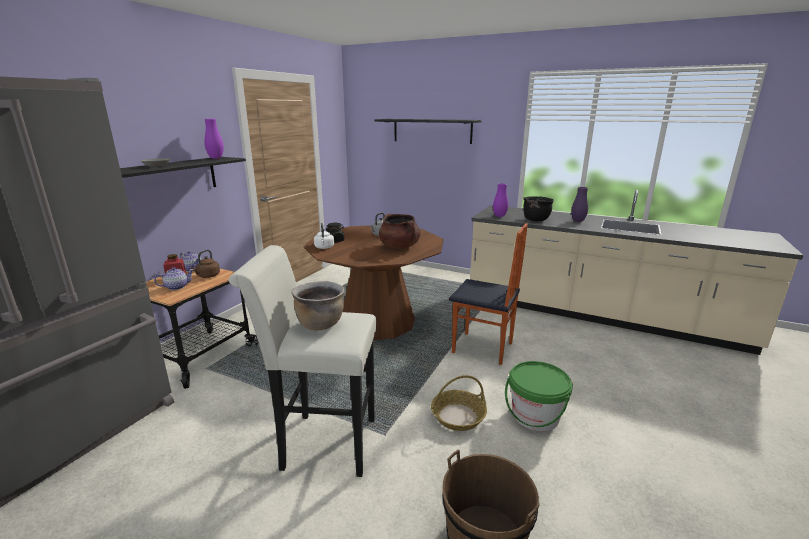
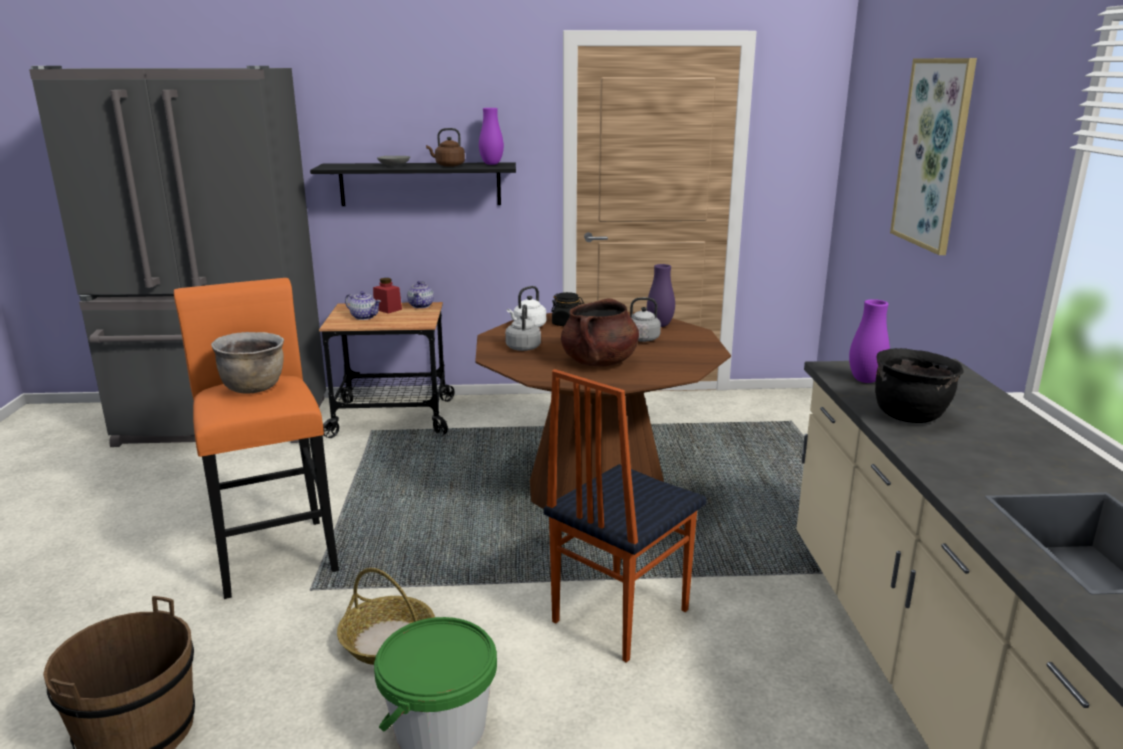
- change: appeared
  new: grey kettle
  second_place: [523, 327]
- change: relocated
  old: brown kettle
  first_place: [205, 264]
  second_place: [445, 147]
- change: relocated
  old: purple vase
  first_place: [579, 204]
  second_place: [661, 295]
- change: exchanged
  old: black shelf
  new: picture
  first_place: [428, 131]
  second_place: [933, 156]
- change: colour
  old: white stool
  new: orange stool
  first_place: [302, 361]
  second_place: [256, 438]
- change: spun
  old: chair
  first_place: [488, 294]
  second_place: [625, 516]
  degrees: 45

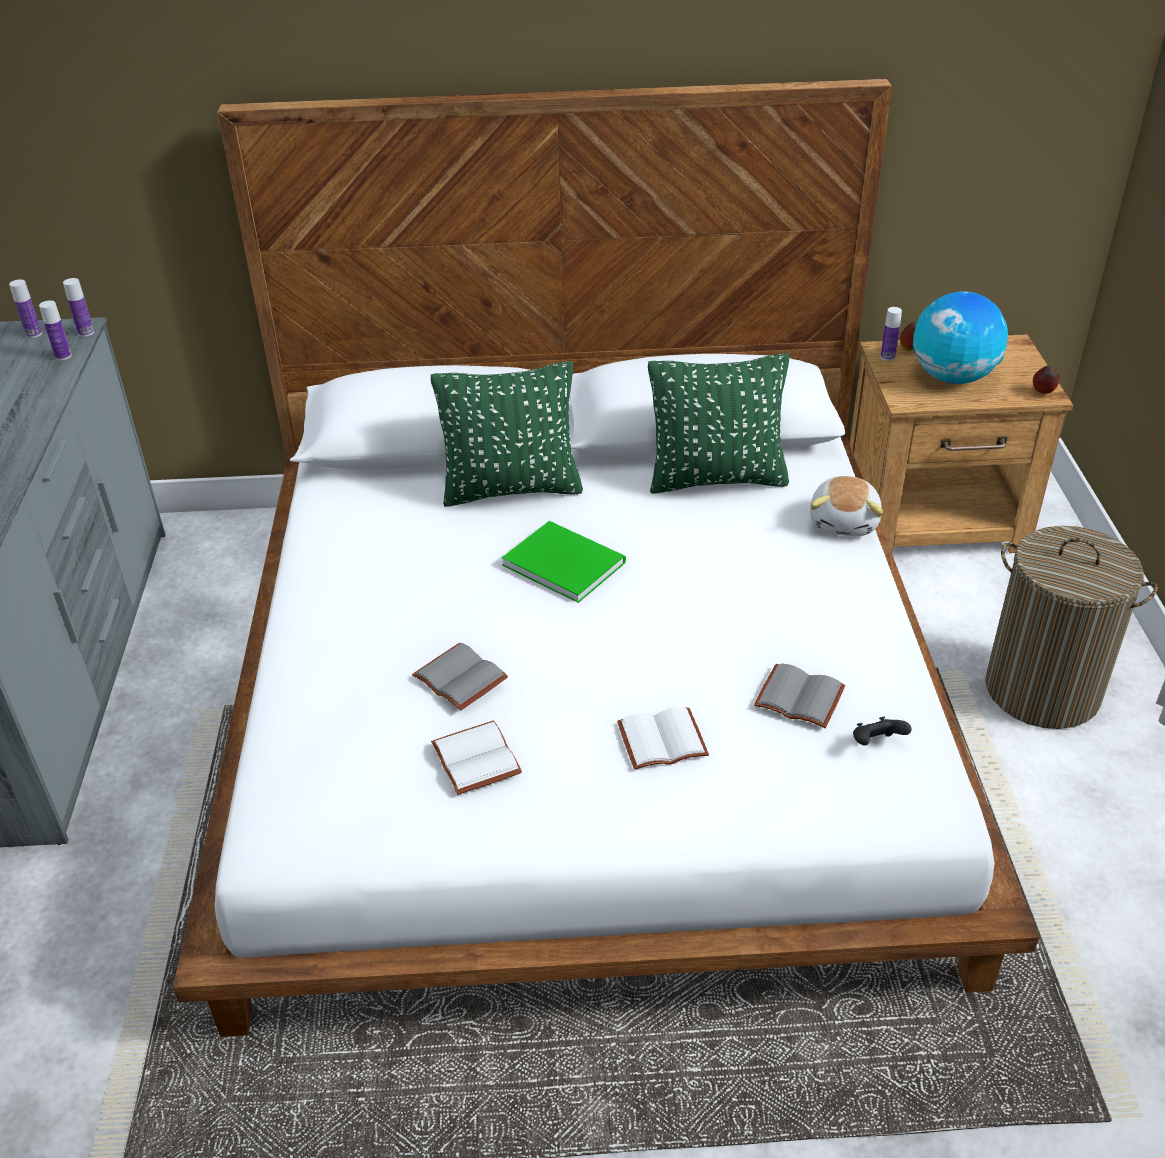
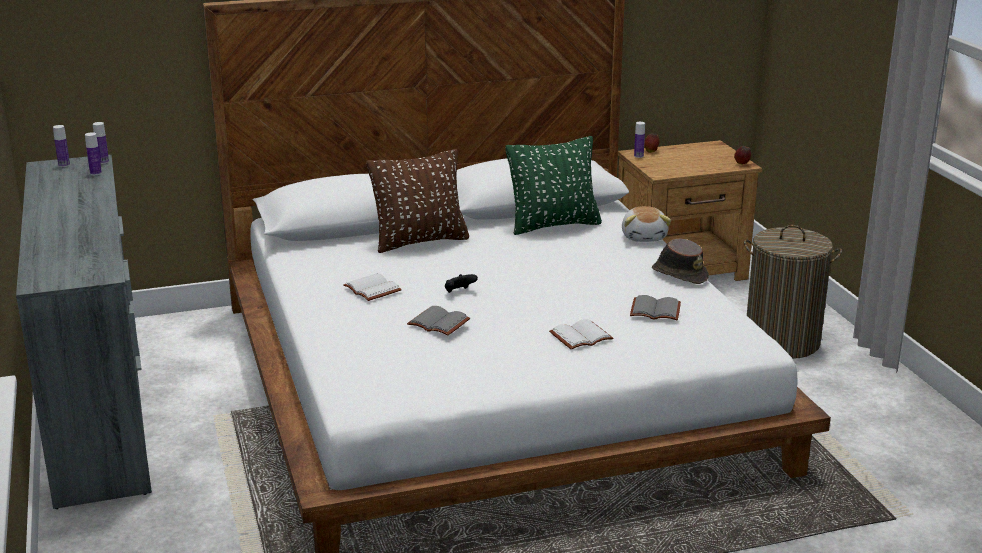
- change: missing
  old: green book
  first_place: [564, 562]
- change: missing
  old: globe
  first_place: [960, 337]
- change: appeared
  new: brown hat
  second_place: [680, 261]
- change: relocated
  old: white book
  first_place: [476, 757]
  second_place: [372, 287]
- change: relocated
  old: black game controller
  first_place: [882, 730]
  second_place: [461, 283]
- change: colour
  old: green pillow
  new: brown pillow
  first_place: [507, 434]
  second_place: [418, 201]

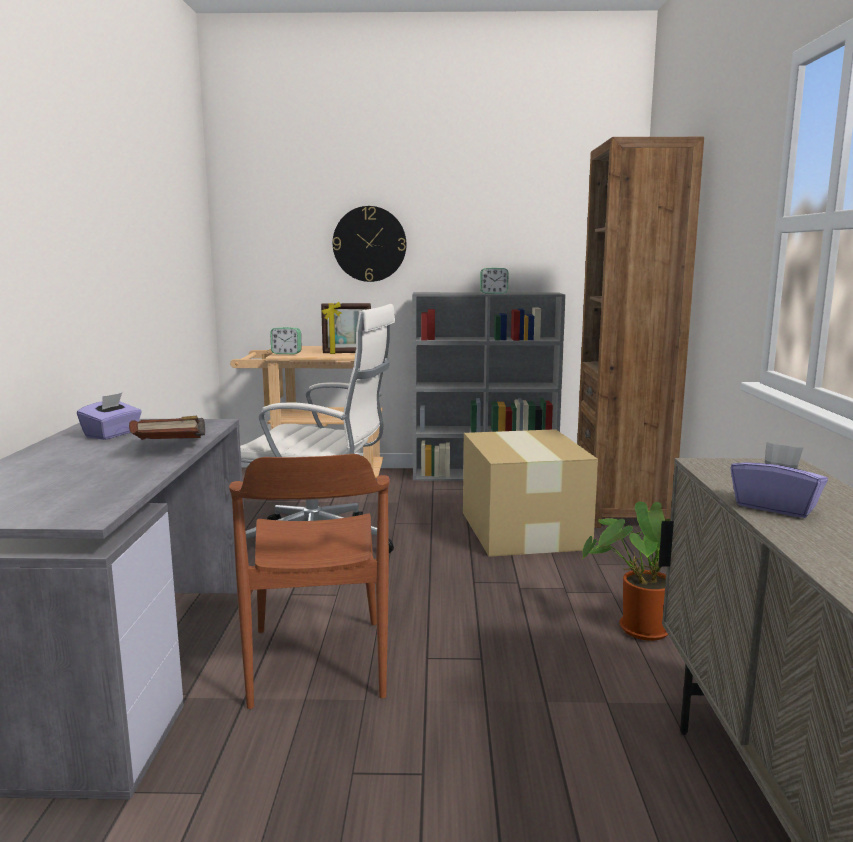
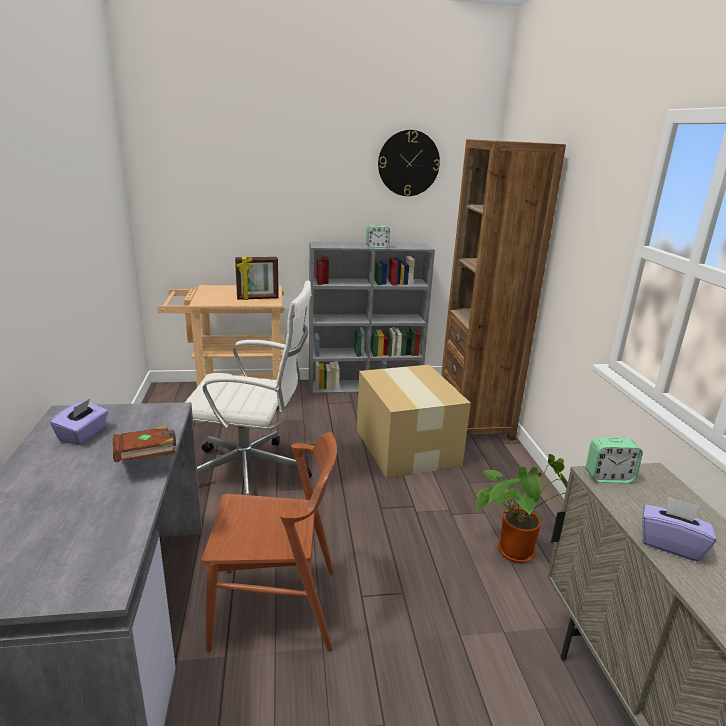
- change: relocated
  old: alarm clock
  first_place: [286, 340]
  second_place: [614, 460]
- change: relocated
  old: wall clock
  first_place: [369, 244]
  second_place: [409, 163]
- change: spun
  old: brown chair
  first_place: [309, 581]
  second_place: [269, 542]
  degrees: -75

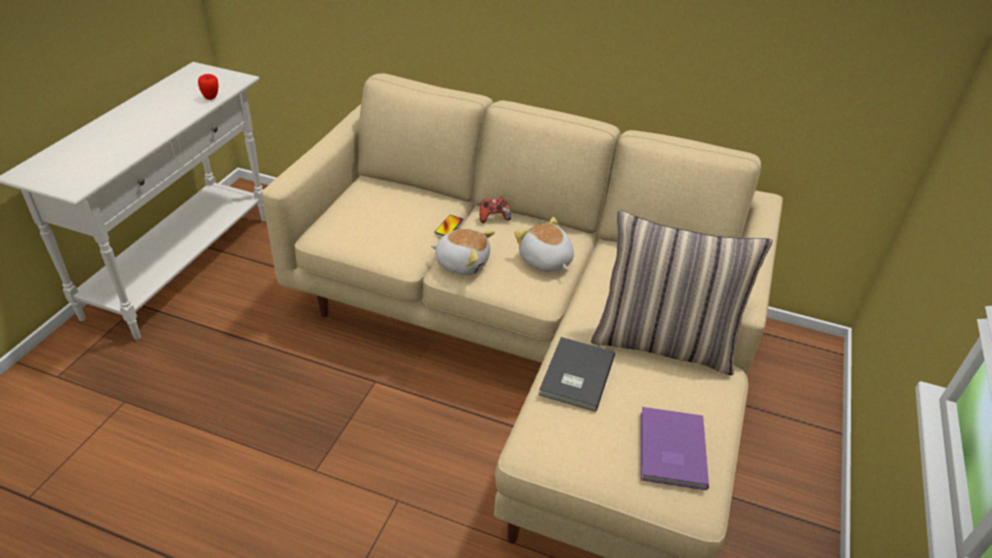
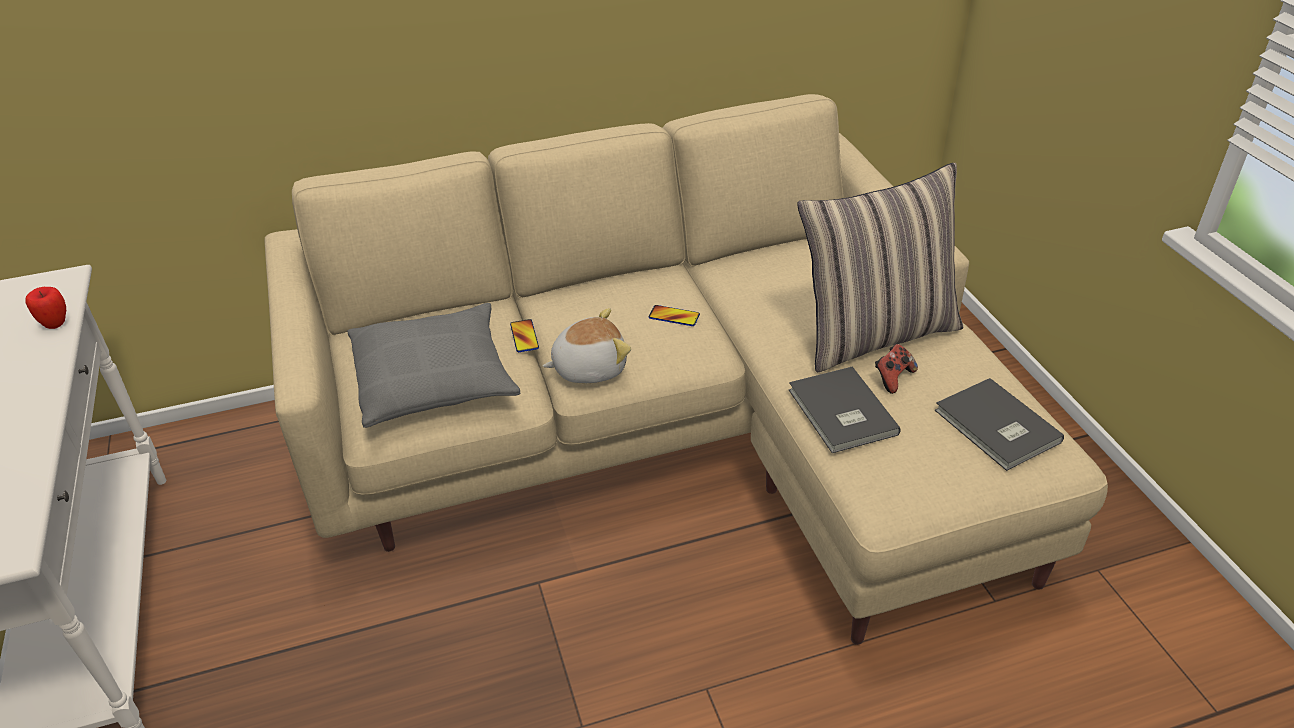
- change: appeared
  new: grey pillow
  second_place: [433, 365]
- change: relocated
  old: game controller
  first_place: [495, 210]
  second_place: [896, 369]
- change: exchanged
  old: plush toy
  new: phone
  first_place: [544, 244]
  second_place: [674, 315]
- change: colour
  old: purple book
  new: grey book
  first_place: [675, 448]
  second_place: [999, 424]

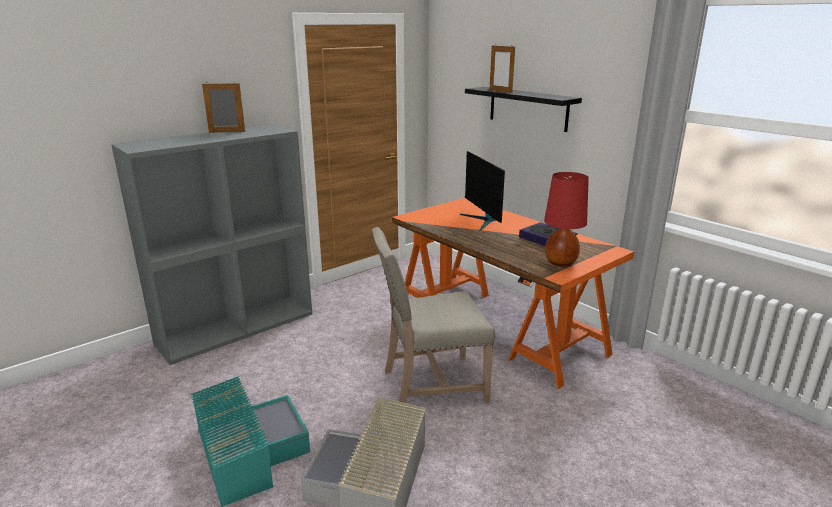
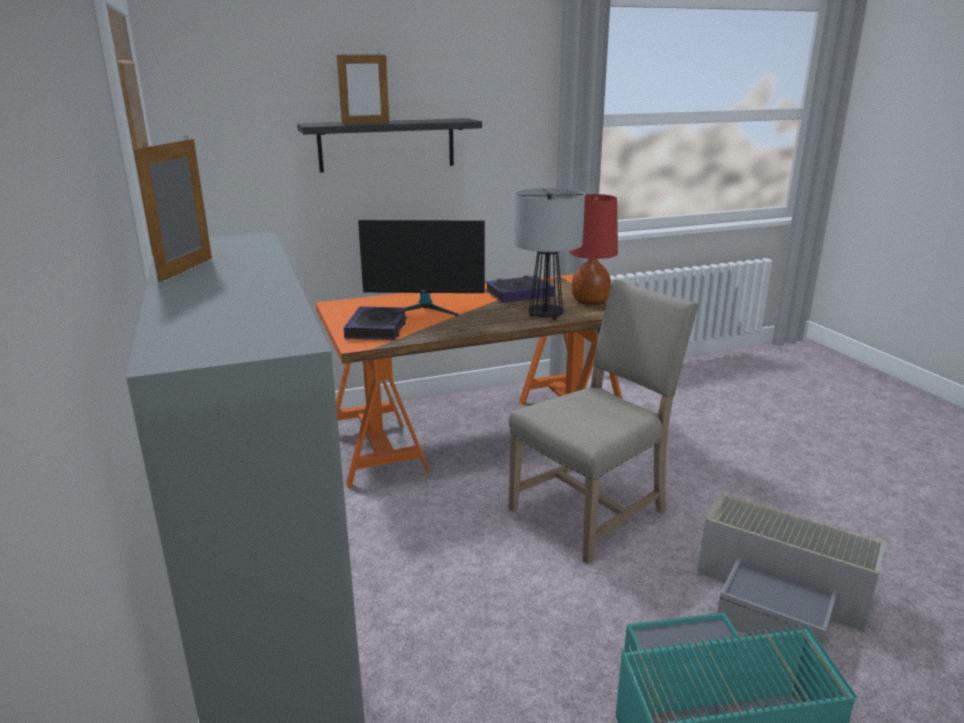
- change: appeared
  new: book
  second_place: [375, 323]
- change: appeared
  new: table lamp
  second_place: [549, 254]
- change: spun
  old: beige chair
  first_place: [433, 316]
  second_place: [604, 422]
  degrees: -135

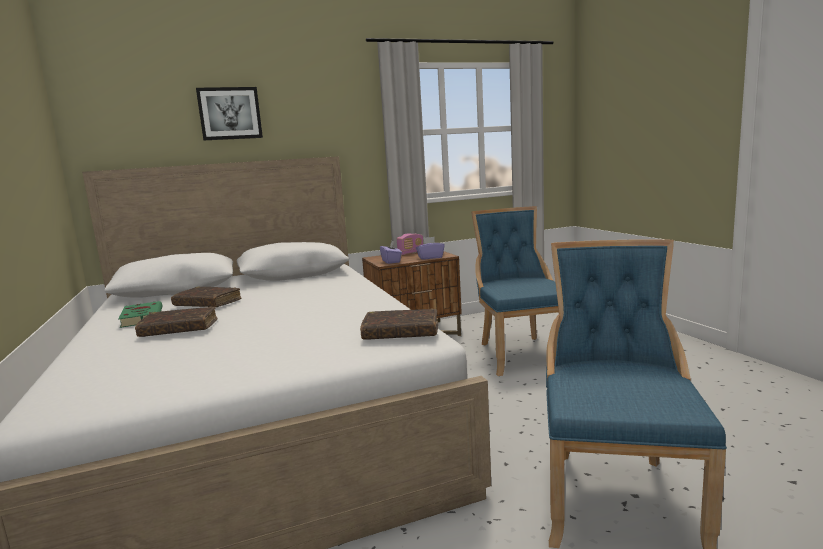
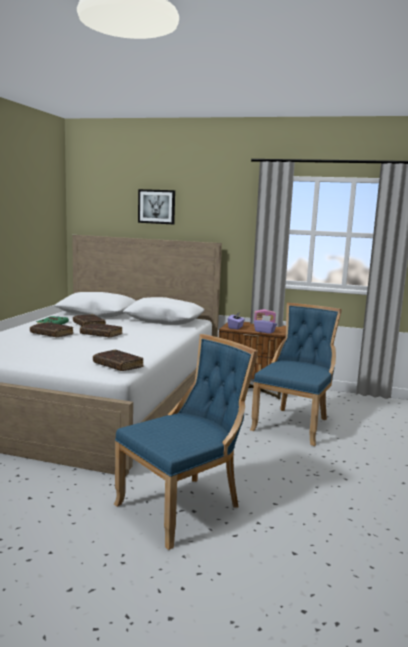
- change: appeared
  new: brown book
  second_place: [101, 330]

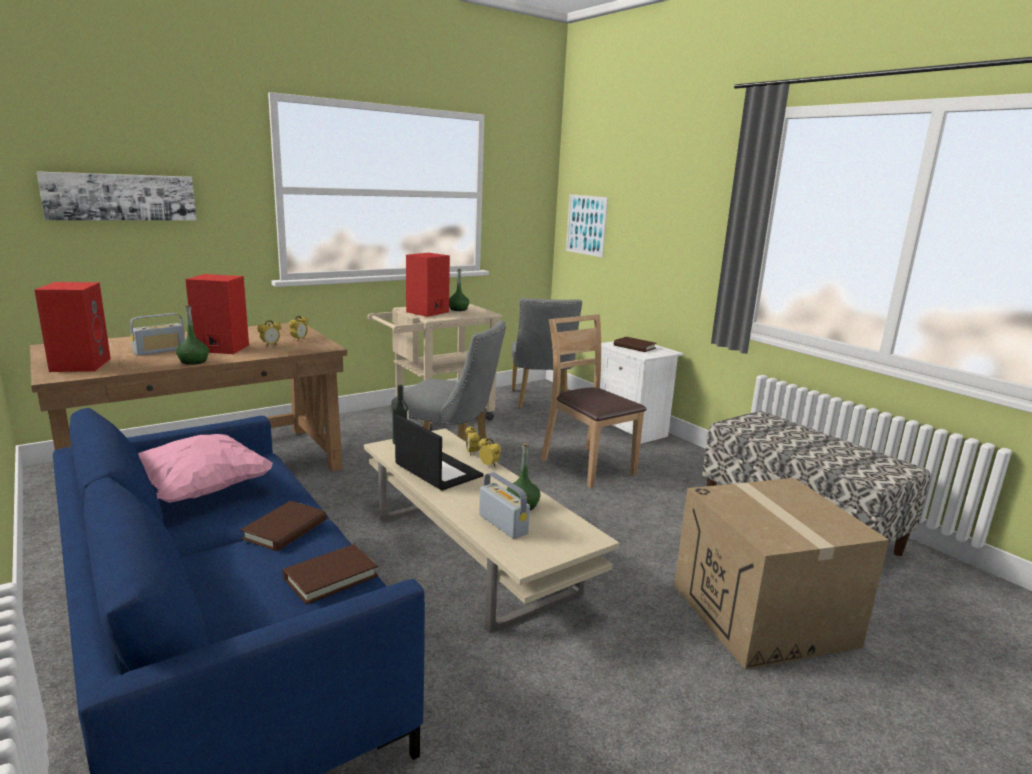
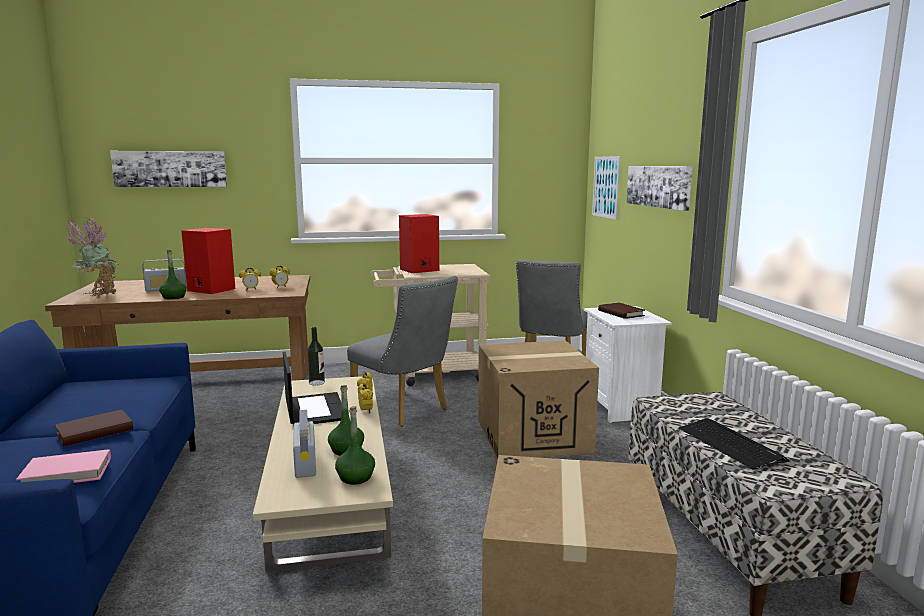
- change: missing
  old: pink pillow
  first_place: [205, 468]
- change: appeared
  new: picture
  second_place: [659, 188]
- change: appeared
  new: keyboard
  second_place: [734, 444]
- change: relocated
  old: green bottle
  first_place: [459, 290]
  second_place: [355, 445]
- change: exchanged
  old: red speaker
  new: potted plant
  first_place: [73, 327]
  second_place: [93, 256]
- change: exchanged
  old: brown chair
  new: cardboard box
  first_place: [593, 401]
  second_place: [538, 400]
- change: colour
  old: brown book
  new: pink book
  first_place: [330, 574]
  second_place: [63, 466]

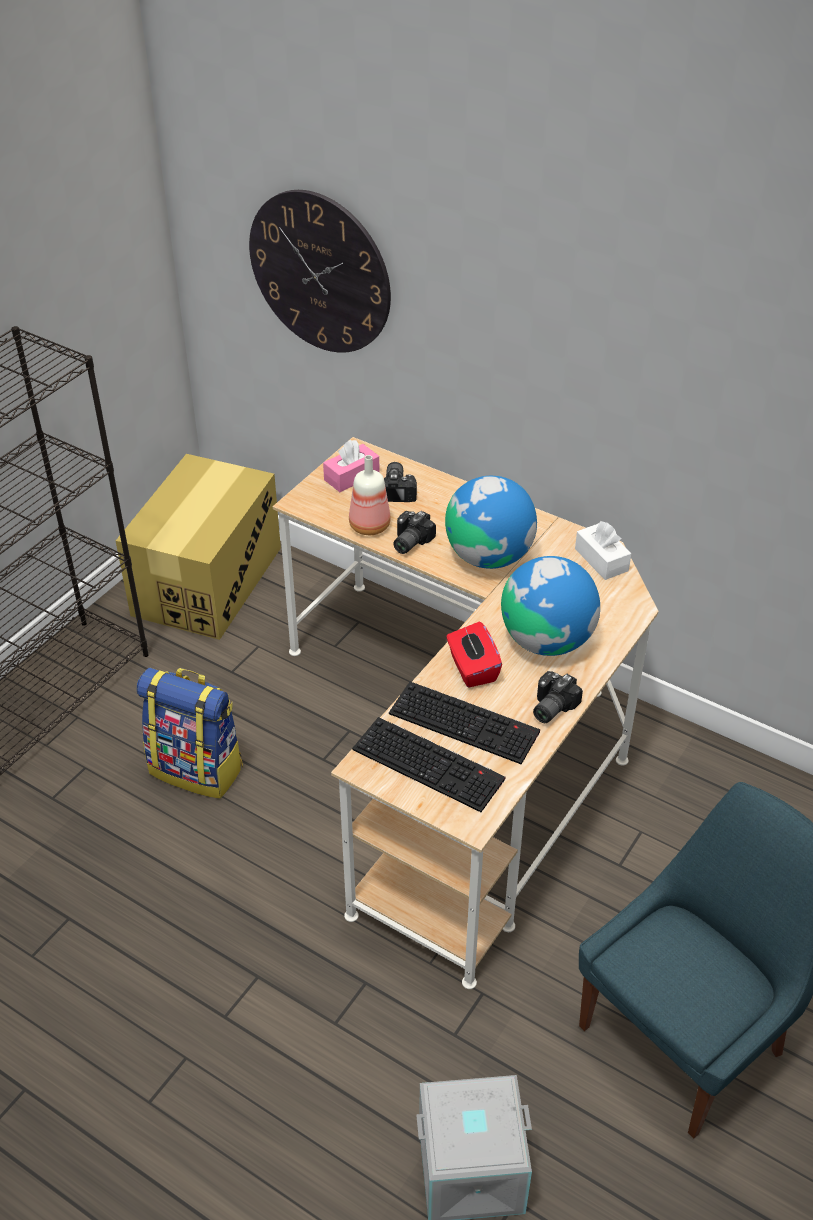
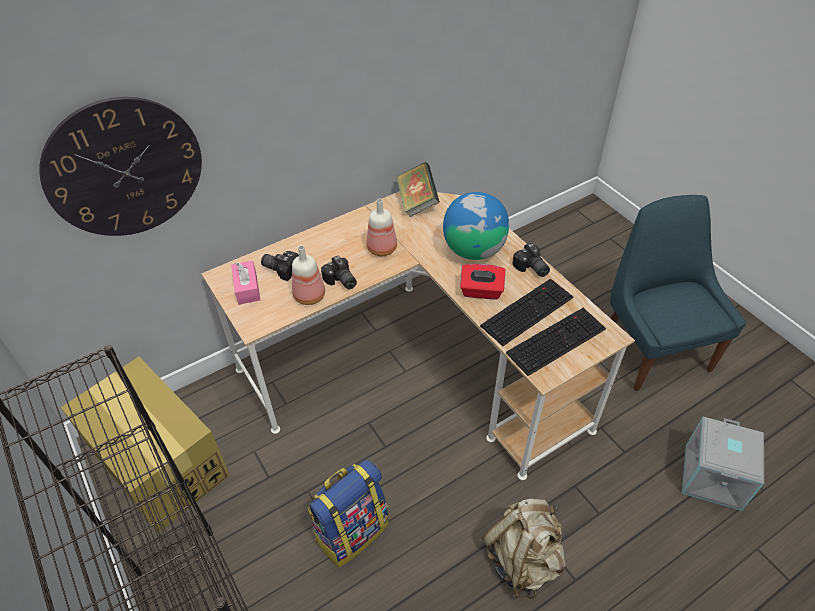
- change: appeared
  new: beige backpack
  second_place: [524, 549]
- change: exchanged
  old: globe
  new: bottle
  first_place: [491, 522]
  second_place: [382, 227]
- change: exchanged
  old: white tissue box
  new: book
  first_place: [603, 550]
  second_place: [418, 189]

